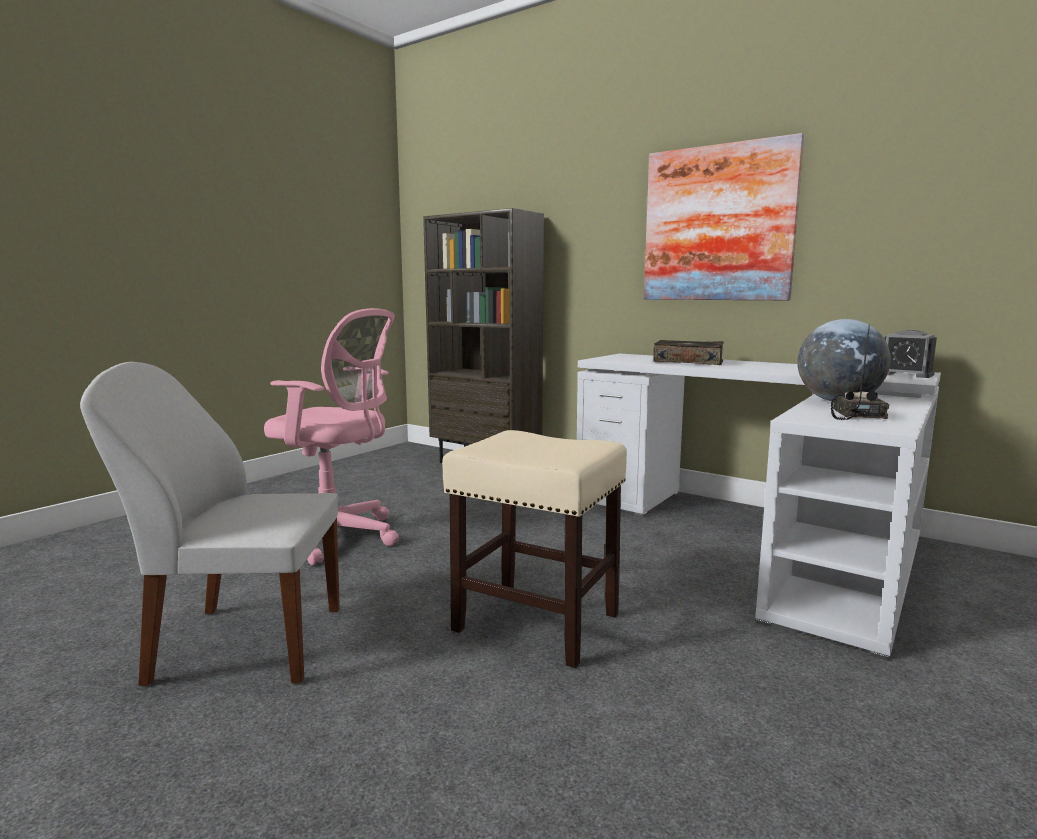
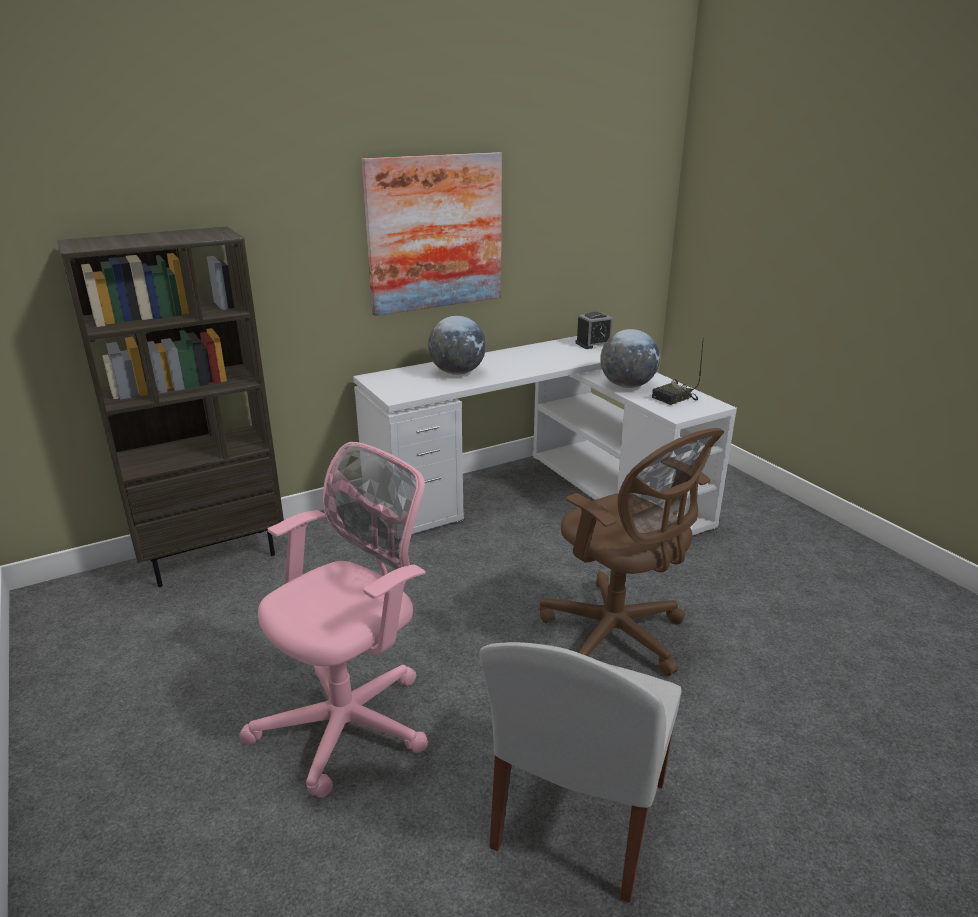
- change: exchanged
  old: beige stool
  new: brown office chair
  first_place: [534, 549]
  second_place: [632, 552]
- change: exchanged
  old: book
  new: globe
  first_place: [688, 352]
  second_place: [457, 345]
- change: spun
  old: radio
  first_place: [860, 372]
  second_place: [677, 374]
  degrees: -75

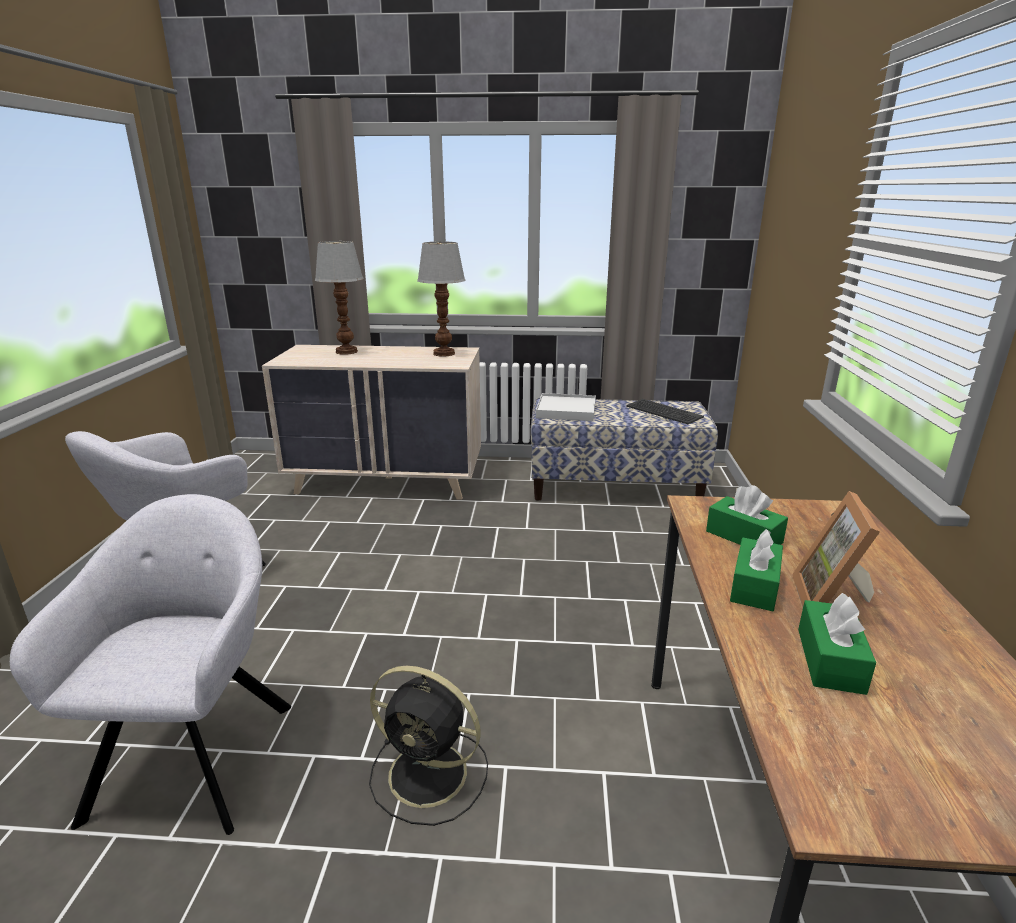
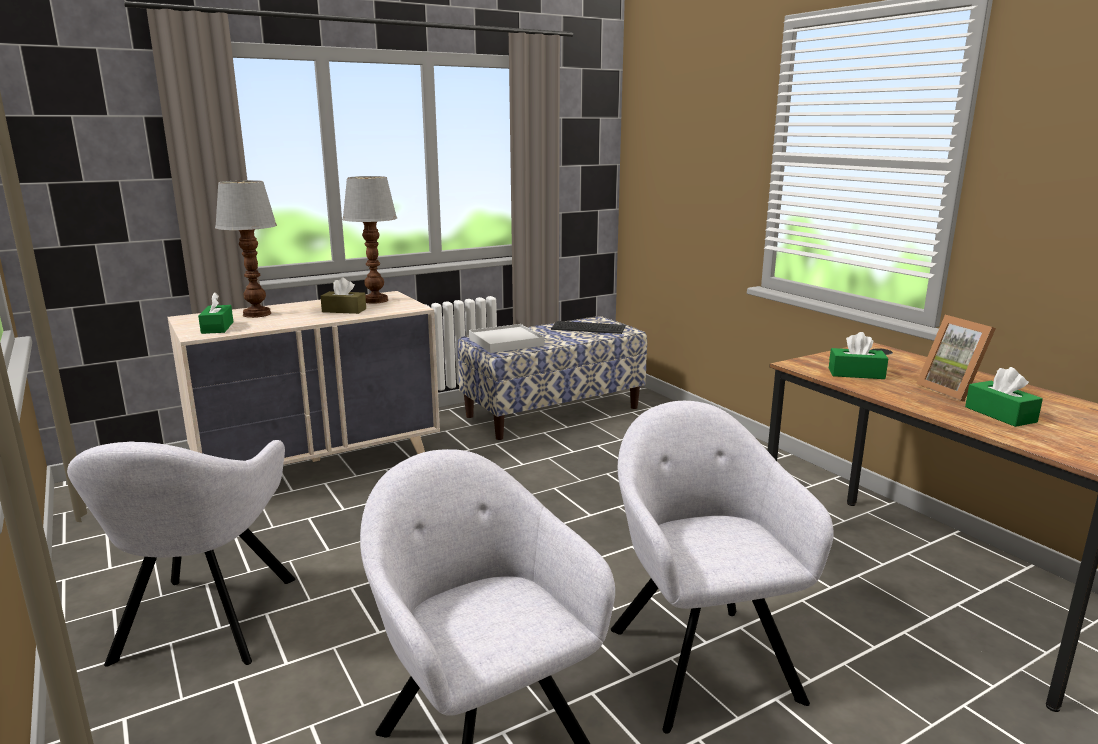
- change: appeared
  new: brown tissue box
  second_place: [343, 296]
- change: relocated
  old: green tissue box
  first_place: [756, 570]
  second_place: [215, 313]
- change: exchanged
  old: black fan
  new: grey armchair
  first_place: [428, 746]
  second_place: [722, 567]

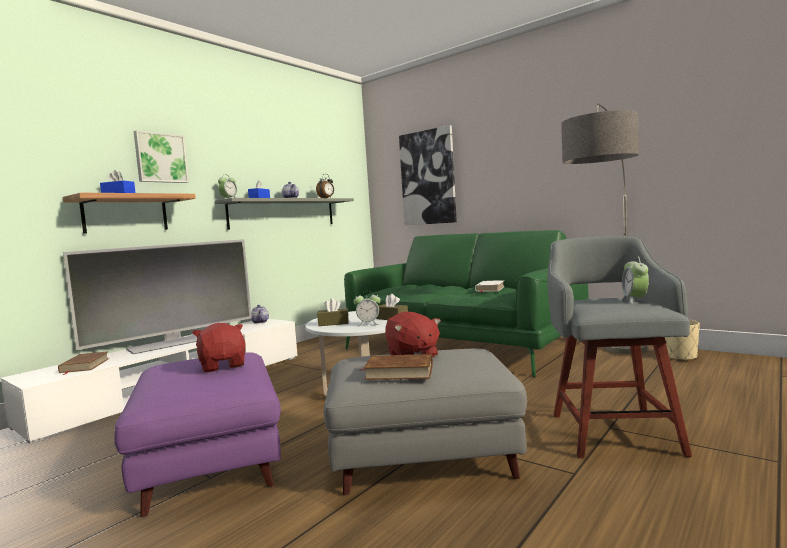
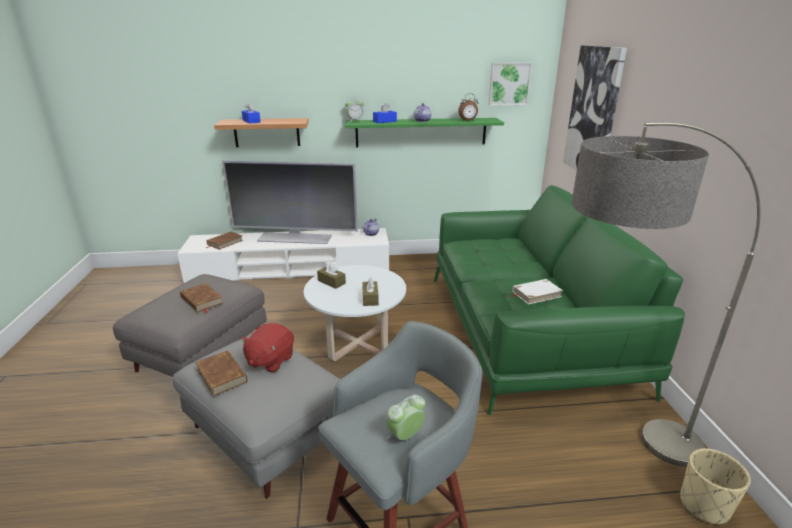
- change: missing
  old: alarm clock
  first_place: [367, 308]
- change: relocated
  old: picture
  first_place: [161, 156]
  second_place: [510, 84]
- change: exchanged
  old: red plush toy
  new: brown book
  first_place: [218, 347]
  second_place: [201, 298]
- change: colour
  old: purple ottoman
  new: grey ottoman
  first_place: [198, 434]
  second_place: [190, 325]
- change: colour
  old: grey shelf
  new: green shelf
  first_place: [284, 214]
  second_place: [424, 132]

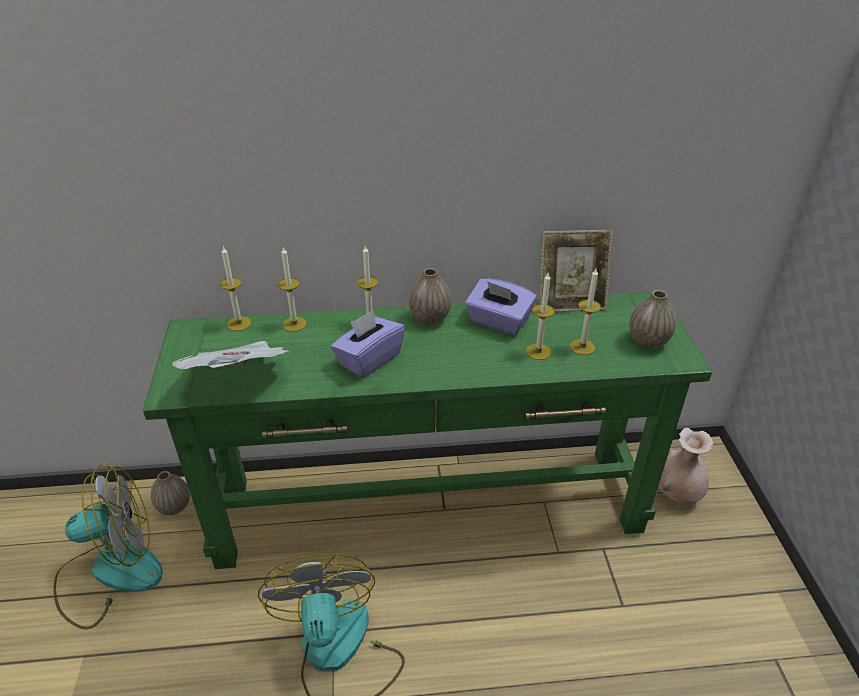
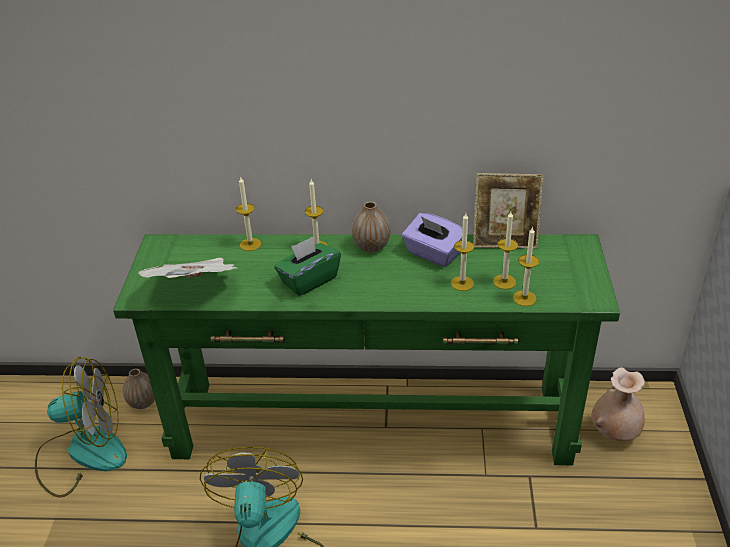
- change: missing
  old: vase
  first_place: [653, 319]
- change: relocated
  old: candle
  first_place: [235, 289]
  second_place: [526, 266]
- change: colour
  old: purple tissue box
  new: green tissue box
  first_place: [368, 344]
  second_place: [308, 266]

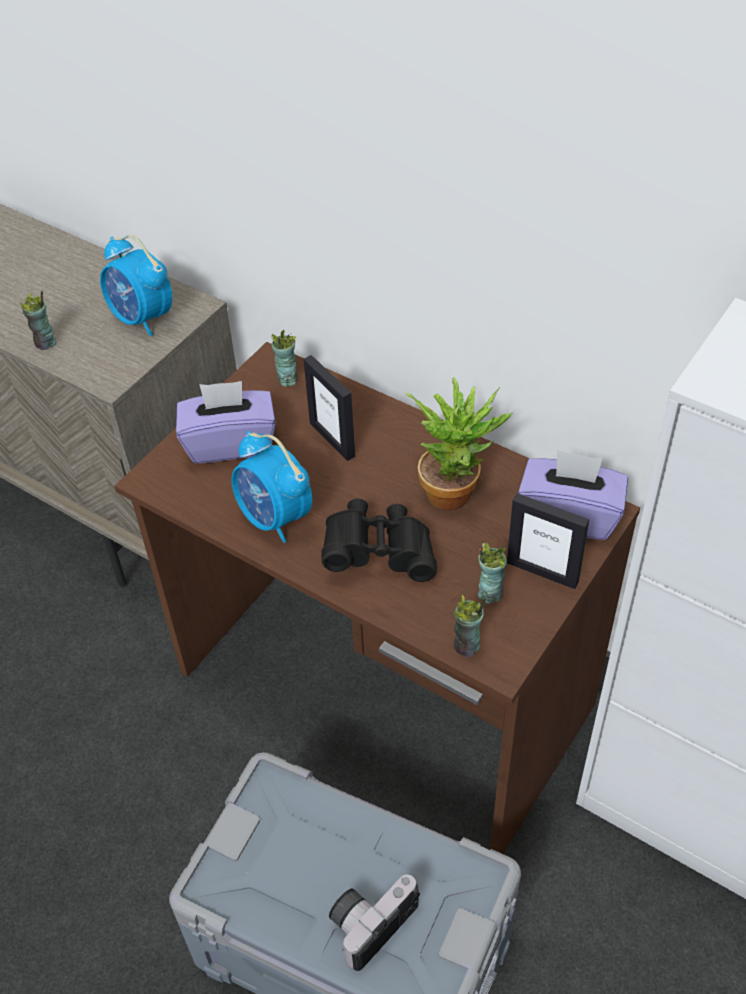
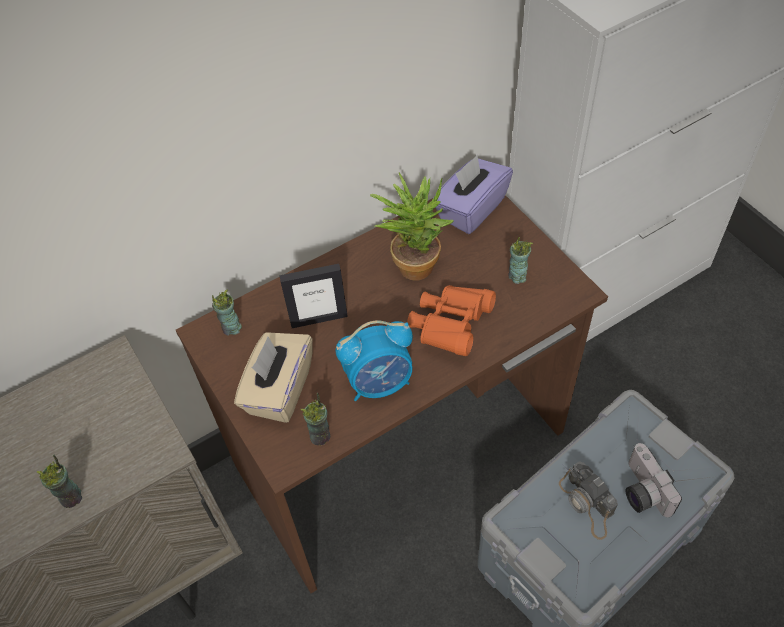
- change: missing
  old: alarm clock
  first_place: [136, 285]
- change: missing
  old: picture frame
  first_place: [548, 541]
- change: appeared
  new: photo camera
  second_place: [588, 500]
- change: relocated
  old: cup
  first_place: [470, 626]
  second_place: [315, 419]
- change: colour
  old: purple tissue box
  new: beige tissue box
  first_place: [226, 422]
  second_place: [273, 377]
- change: colour
  old: black binoculars
  new: orange binoculars
  first_place: [379, 540]
  second_place: [451, 320]

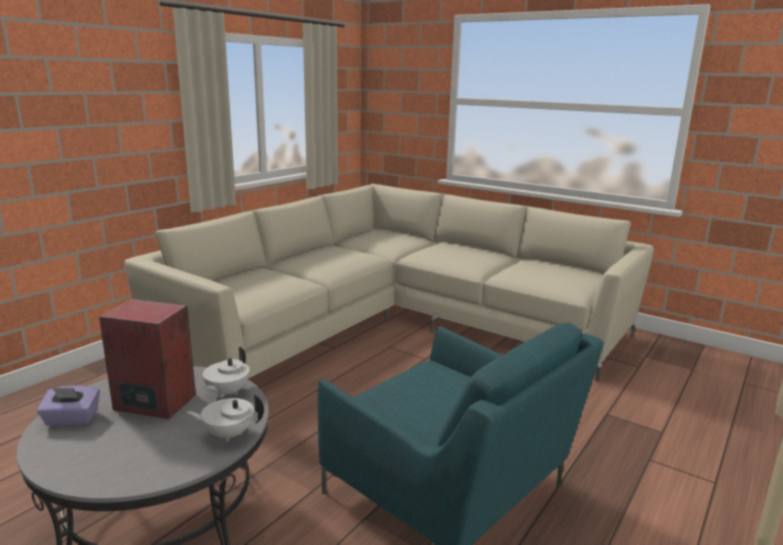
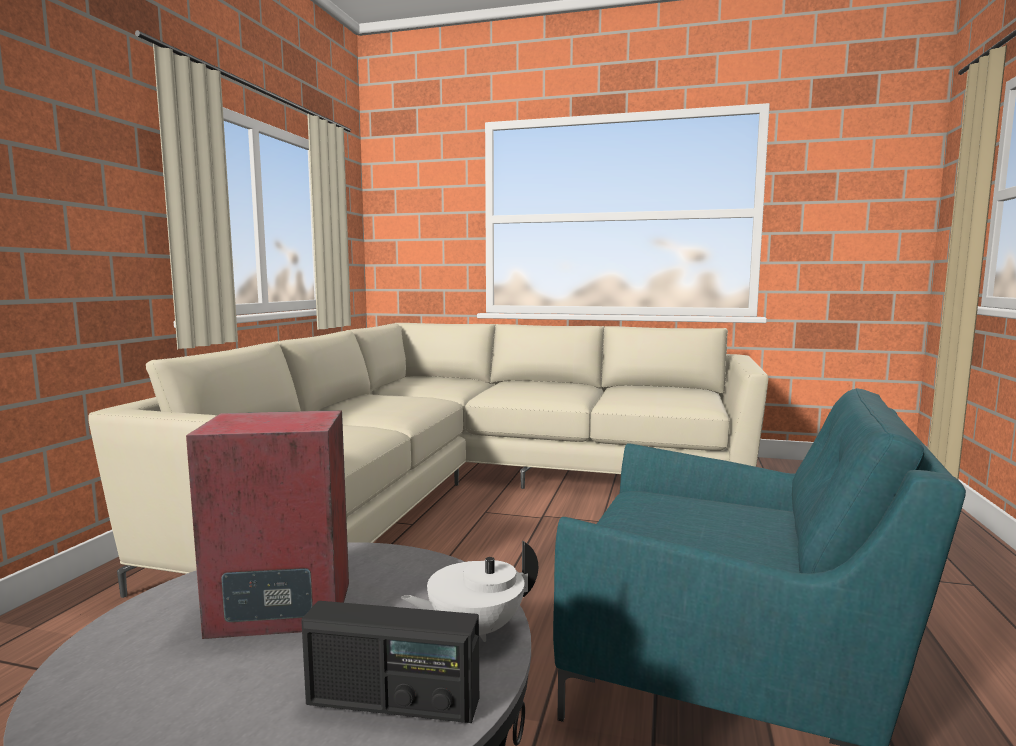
- change: missing
  old: purple tissue box
  first_place: [68, 406]
- change: missing
  old: white teapot
  first_place: [226, 372]
- change: appeared
  new: radio
  second_place: [390, 662]

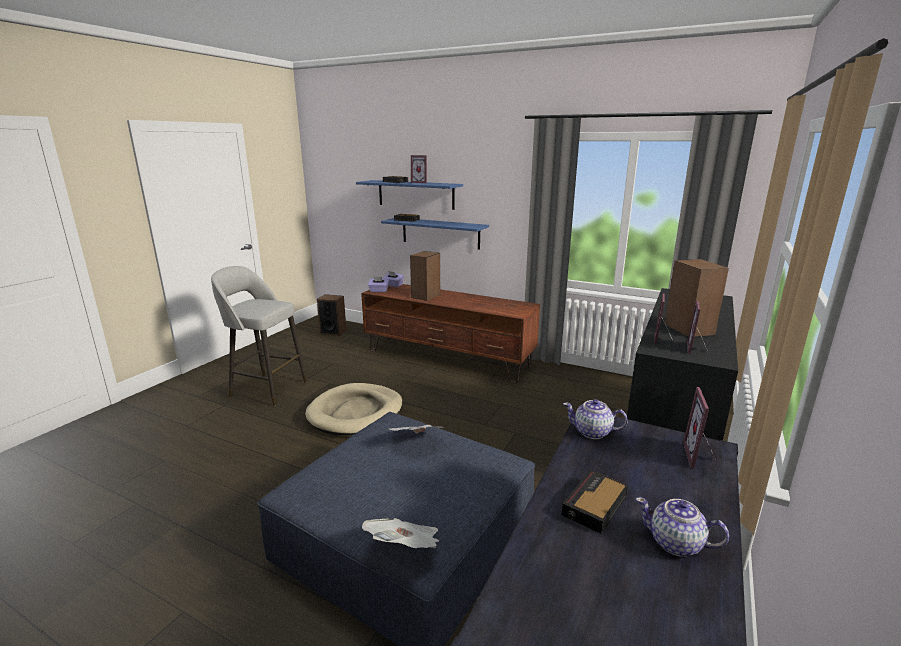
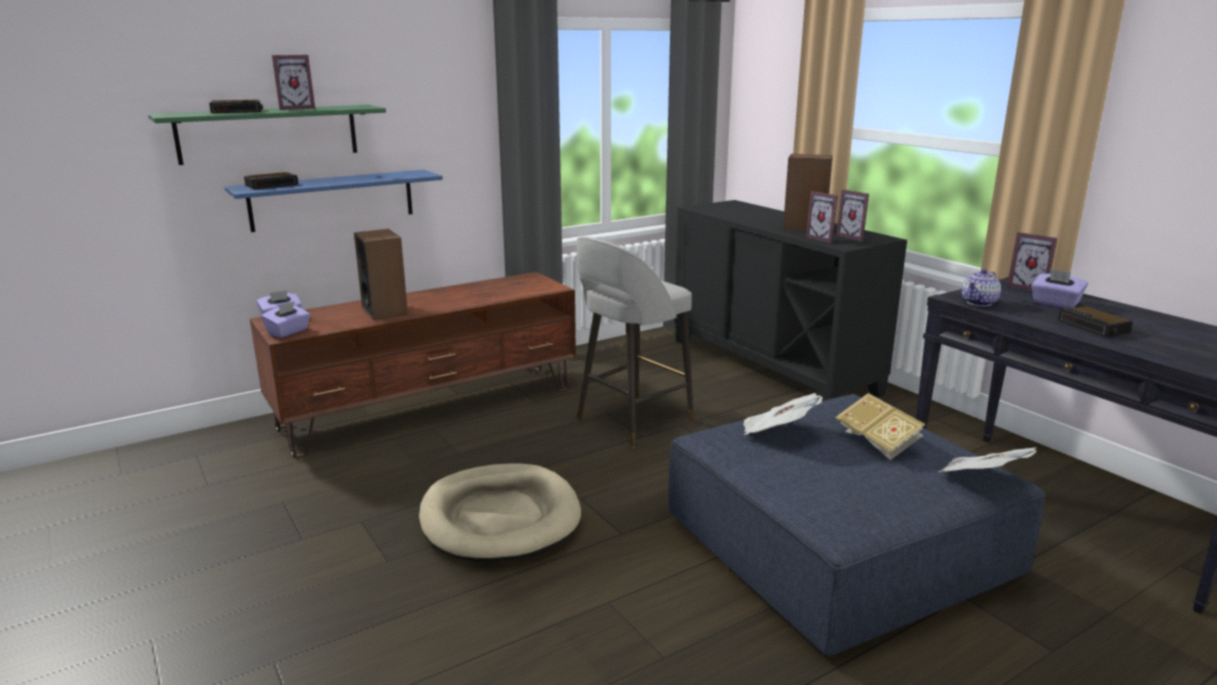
- change: missing
  old: speaker
  first_place: [331, 315]
- change: missing
  old: teapot
  first_place: [682, 527]
- change: appeared
  new: book
  second_place: [880, 426]
- change: appeared
  new: purple tissue box
  second_place: [1059, 288]
- change: relocated
  old: grey stool
  first_place: [259, 336]
  second_place: [635, 342]
- change: colour
  old: blue shelf
  new: green shelf
  first_place: [409, 195]
  second_place: [267, 135]

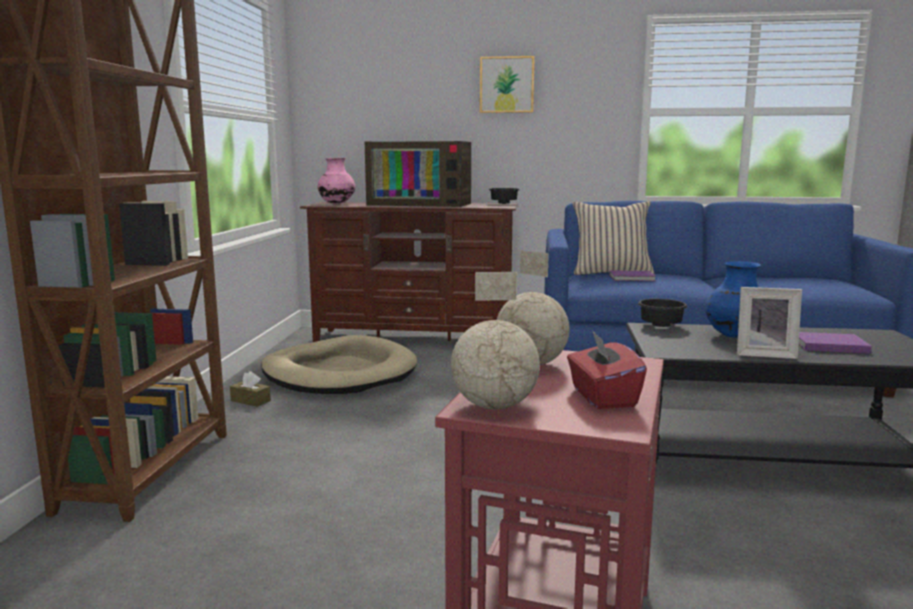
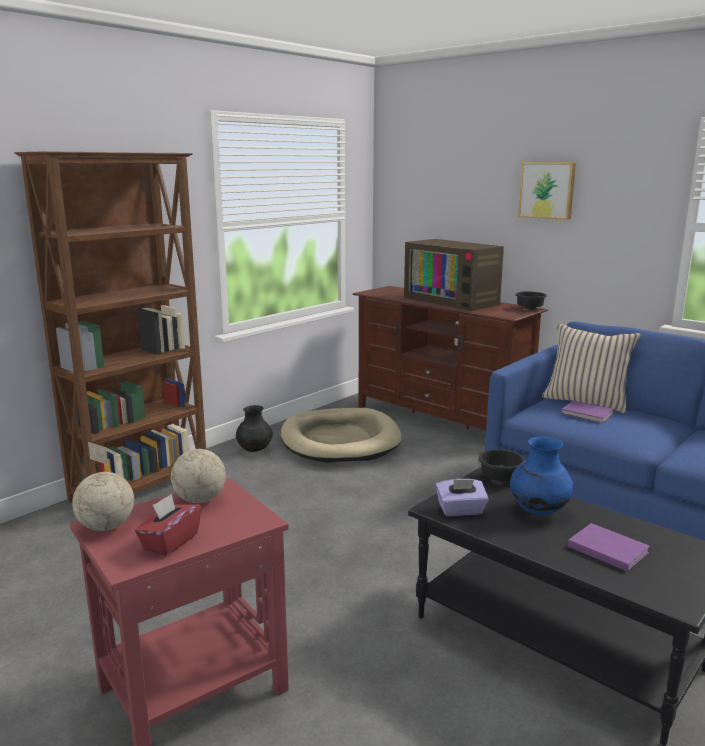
- change: missing
  old: pink vase
  first_place: [336, 181]
- change: missing
  old: picture frame
  first_place: [769, 323]
- change: appeared
  new: purple tissue box
  second_place: [462, 497]
- change: exchanged
  old: brown tissue box
  new: black vase
  first_place: [250, 389]
  second_place: [254, 428]

